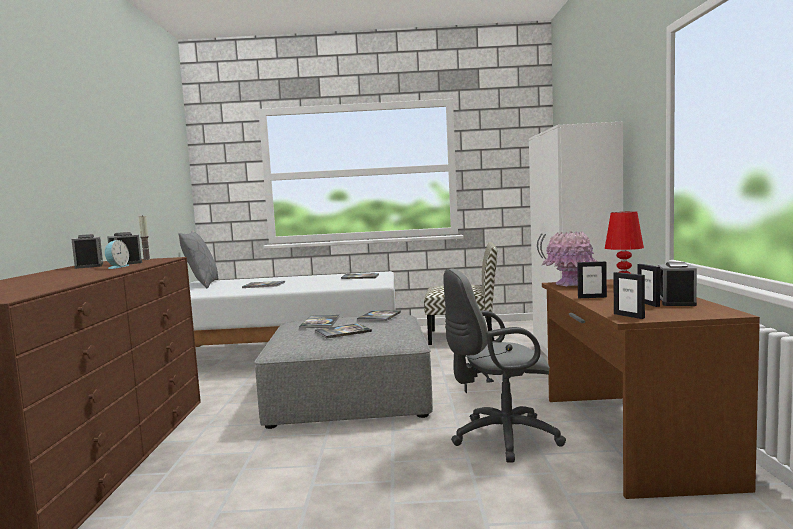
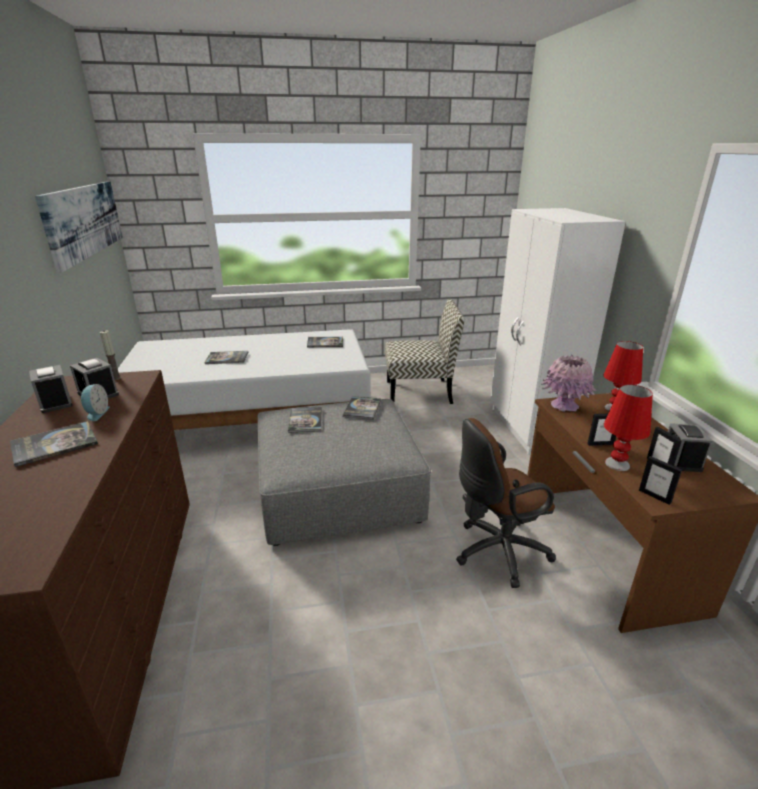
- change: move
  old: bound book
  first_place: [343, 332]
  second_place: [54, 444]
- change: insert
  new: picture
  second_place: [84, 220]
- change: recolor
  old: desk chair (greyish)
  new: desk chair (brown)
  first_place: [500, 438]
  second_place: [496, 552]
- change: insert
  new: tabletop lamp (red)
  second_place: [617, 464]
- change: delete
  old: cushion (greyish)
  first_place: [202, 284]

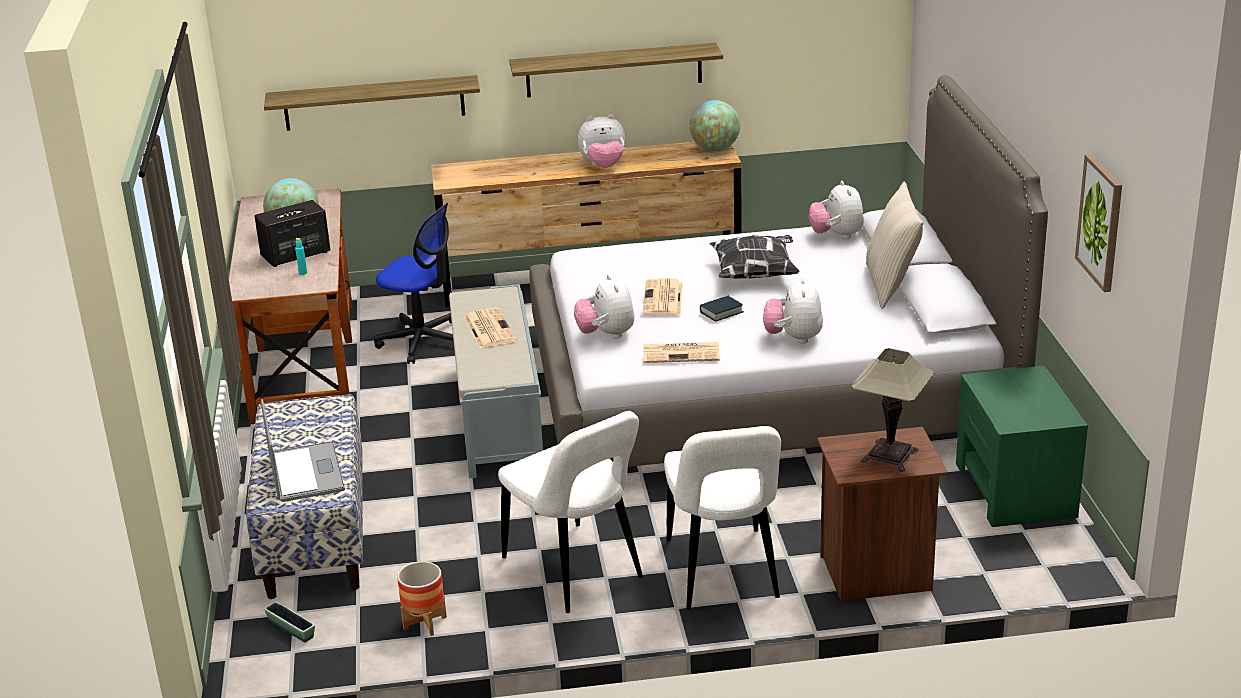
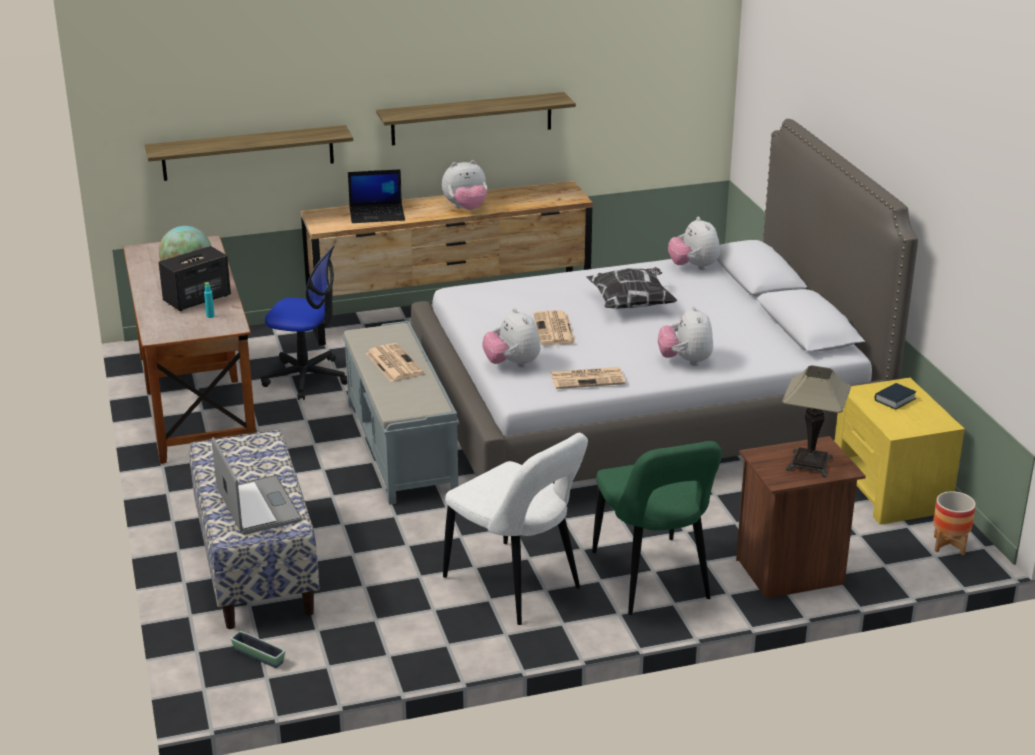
- change: insert
  new: portable computer
  second_place: [377, 214]
- change: recolor
  old: chair (whitish)
  new: chair (green-coloured)
  first_place: [723, 573]
  second_place: [653, 580]
- change: recolor
  old: night table (green-coloured)
  new: night table (yellowish)
  first_place: [1015, 490]
  second_place: [890, 490]
- change: move
  old: bound book
  first_place: [721, 312]
  second_place: [894, 400]
- change: move
  old: planter
  first_place: [425, 623]
  second_place: [949, 545]
- change: delete
  old: world globe
  first_place: [715, 149]
- change: delete
  old: cushion (beige-coloured)
  first_place: [891, 285]
- change: delete
  old: picture
  first_place: [1101, 222]

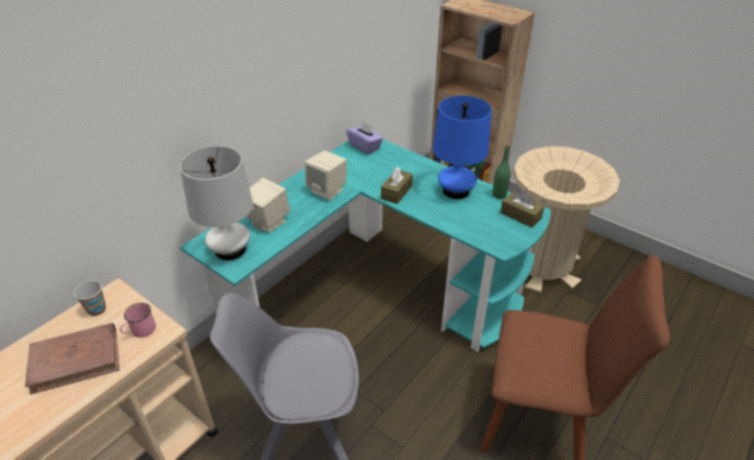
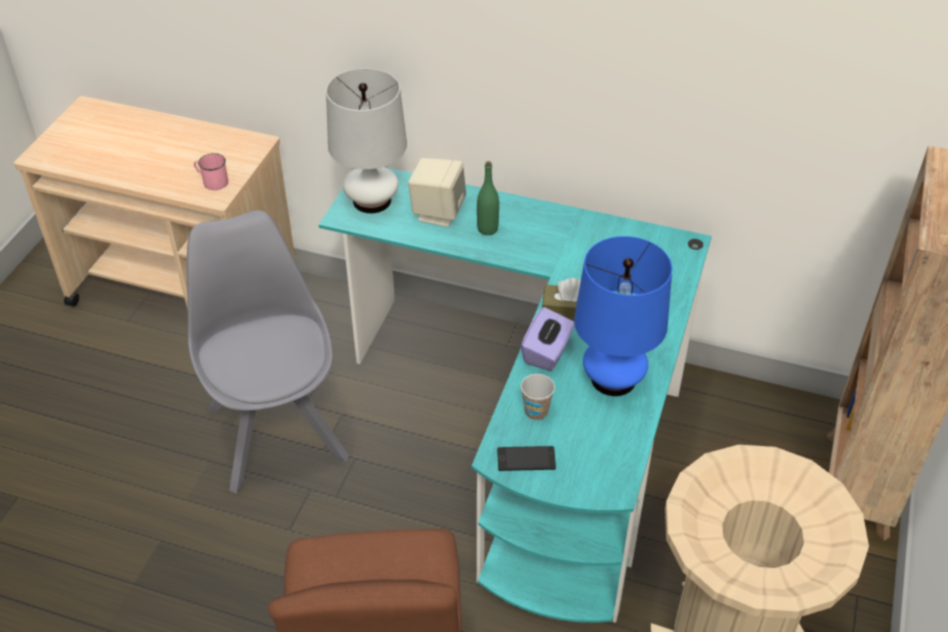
- change: move
  old: beverage bottle (green-coloured)
  first_place: [499, 195]
  second_place: [487, 229]
- change: insert
  new: telephone
  second_place: [526, 459]
- change: move
  old: box of tissues (purple-coloured)
  first_place: [365, 147]
  second_place: [547, 352]
- change: move
  old: drinking cup
  first_place: [97, 310]
  second_place: [536, 412]
- change: delete
  old: bound book (brown)
  first_place: [76, 360]
- change: delete
  old: loudspeaker (beige-coloured)
  first_place: [327, 190]
- change: delete
  old: box of tissues (brown)
  first_place: [520, 215]

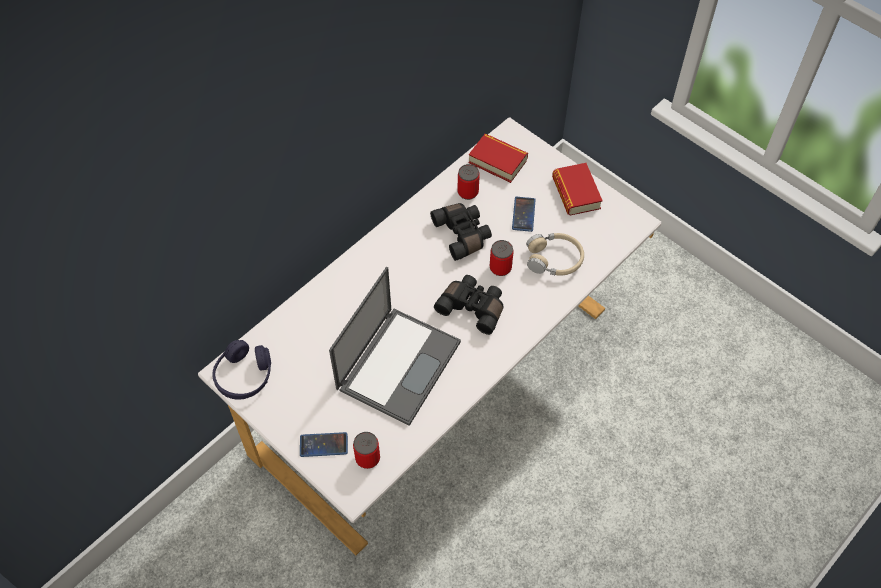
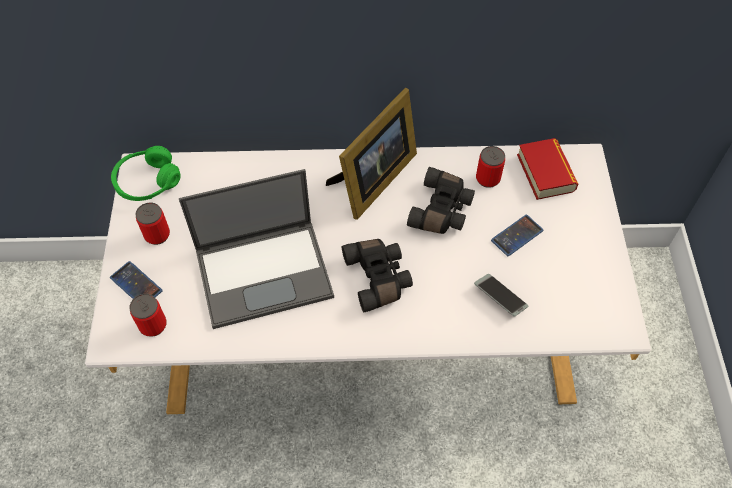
- change: recolor
  old: headphones (purple-coloured)
  new: headphones (green-coloured)
  first_place: [244, 376]
  second_place: [147, 182]
- change: move
  old: metal can
  first_place: [500, 268]
  second_place: [157, 235]
- change: insert
  new: standing frame
  second_place: [373, 181]
- change: replace
  old: headphones (beige-coloured)
  new: telephone
  first_place: [554, 259]
  second_place: [500, 297]
- change: delete
  old: bound book
  first_place: [576, 193]

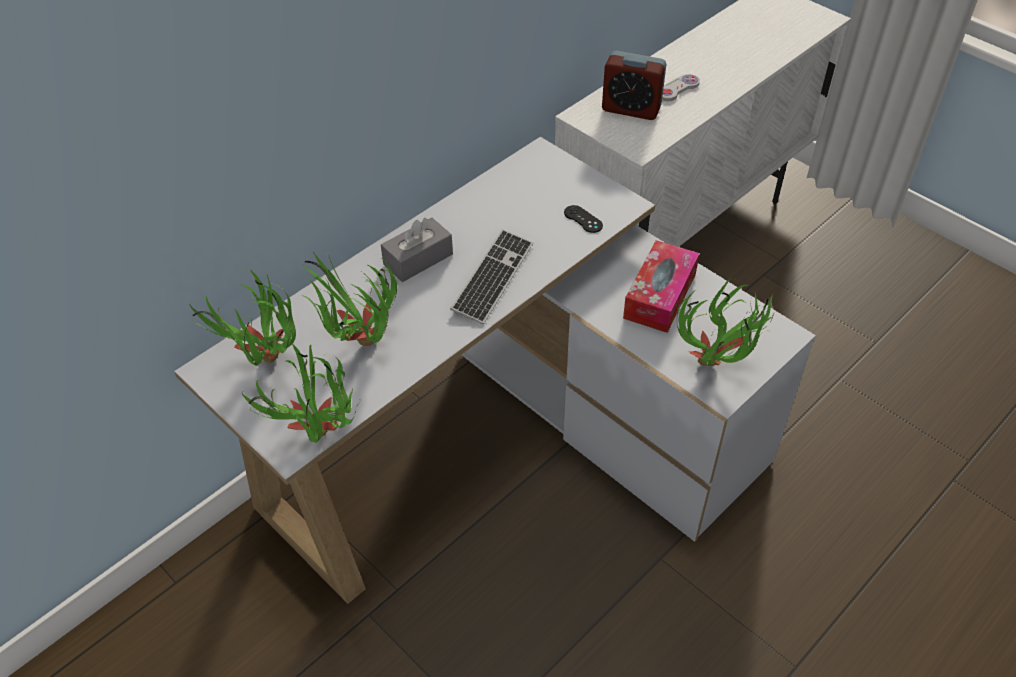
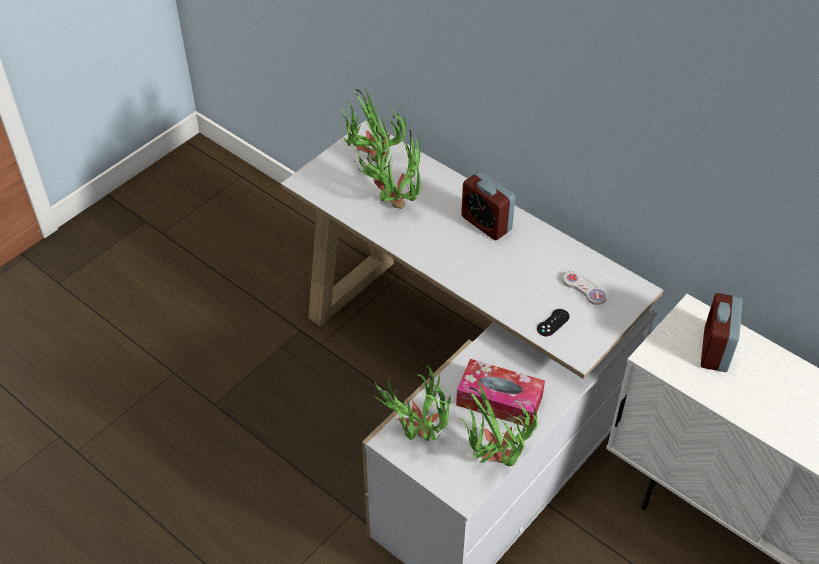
- change: move
  old: houseplant
  first_place: [320, 442]
  second_place: [492, 461]
- change: replace
  old: box of tissues (greyish)
  new: table clock
  first_place: [418, 259]
  second_place: [486, 223]
- change: move
  old: joypad (whitish)
  first_place: [677, 89]
  second_place: [584, 289]
- change: delete
  old: keyboard
  first_place: [493, 278]

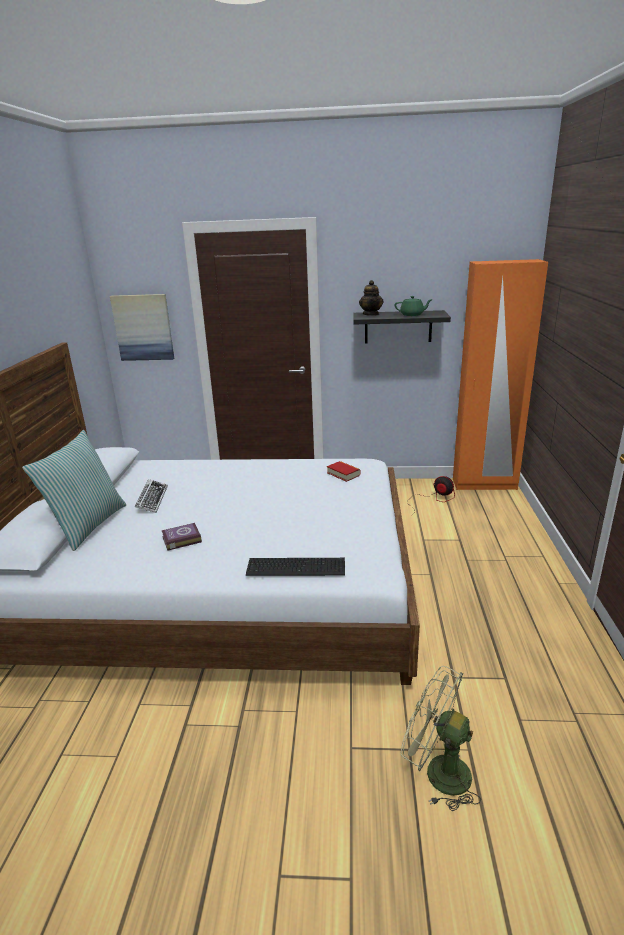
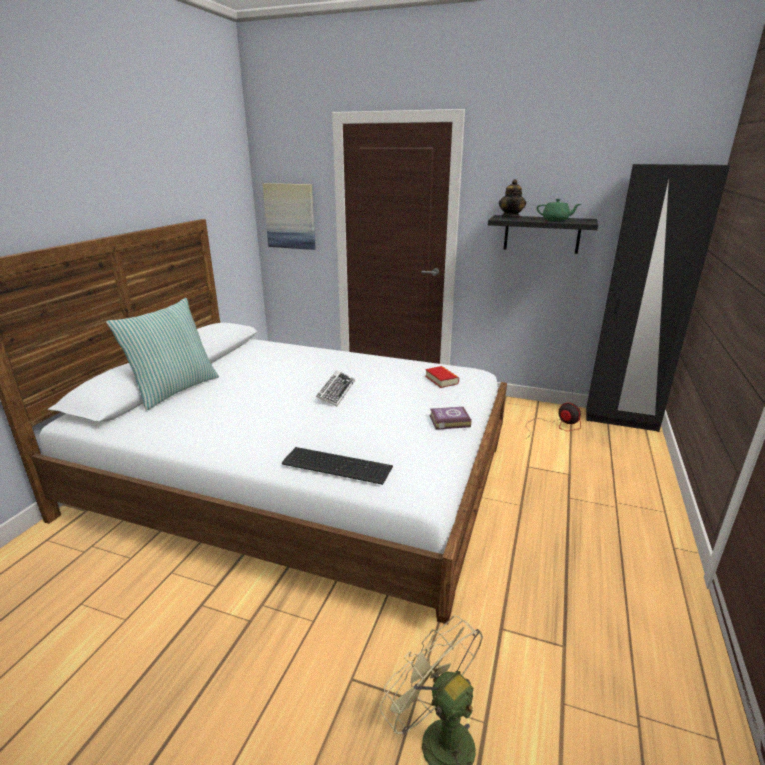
- change: move
  old: keyboard
  first_place: [152, 499]
  second_place: [336, 391]
- change: move
  old: bound book
  first_place: [180, 539]
  second_place: [448, 421]
- change: recolor
  old: armoire (orangey)
  new: armoire (blackish)
  first_place: [484, 484]
  second_place: [621, 420]

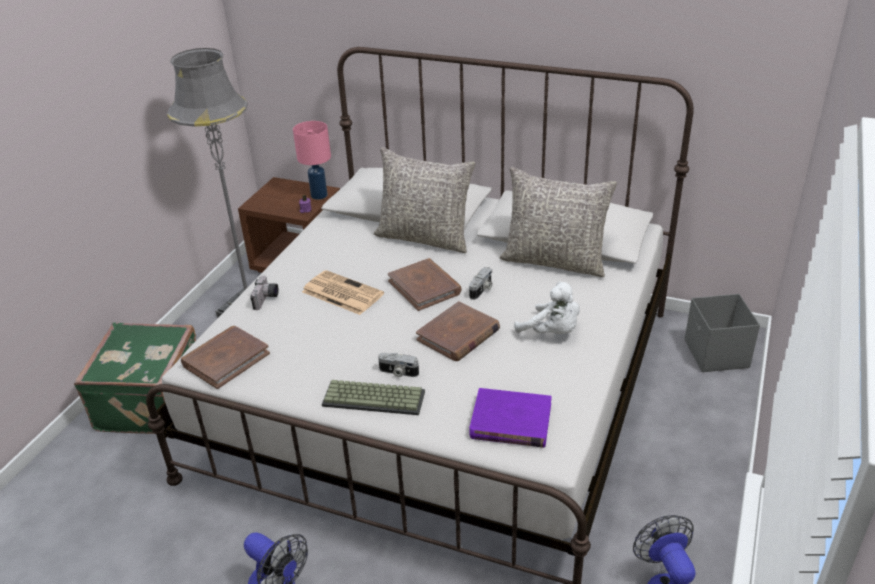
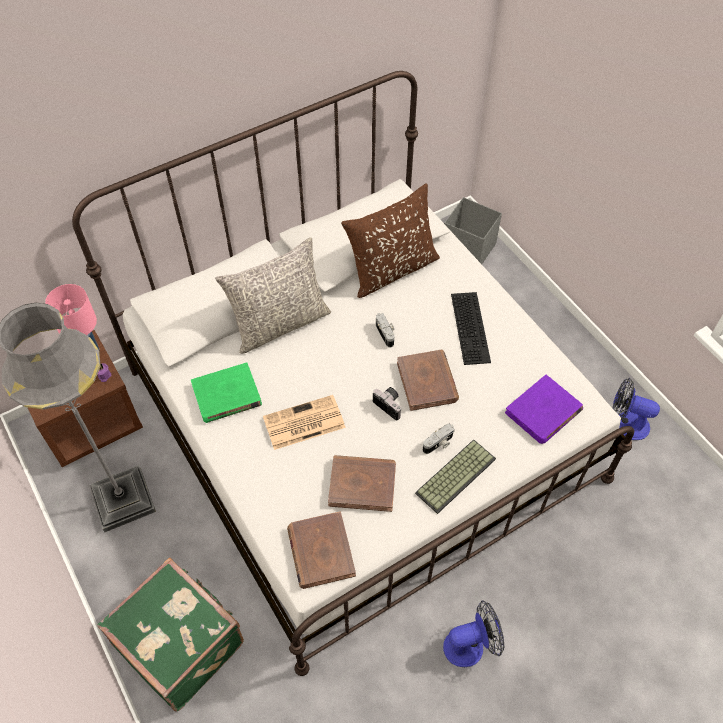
- change: insert
  new: bound book (green-coloured)
  second_place: [227, 395]
- change: move
  old: bound book (brown)
  first_place: [425, 287]
  second_place: [362, 484]
- change: recolor
  old: cushion (greyish)
  new: cushion (brown)
  first_place: [554, 261]
  second_place: [392, 269]
- change: move
  old: still camera
  first_place: [266, 299]
  second_place: [390, 405]
- change: replace
  old: cuddly toy (whitish)
  new: keyboard
  first_place: [551, 332]
  second_place: [472, 328]

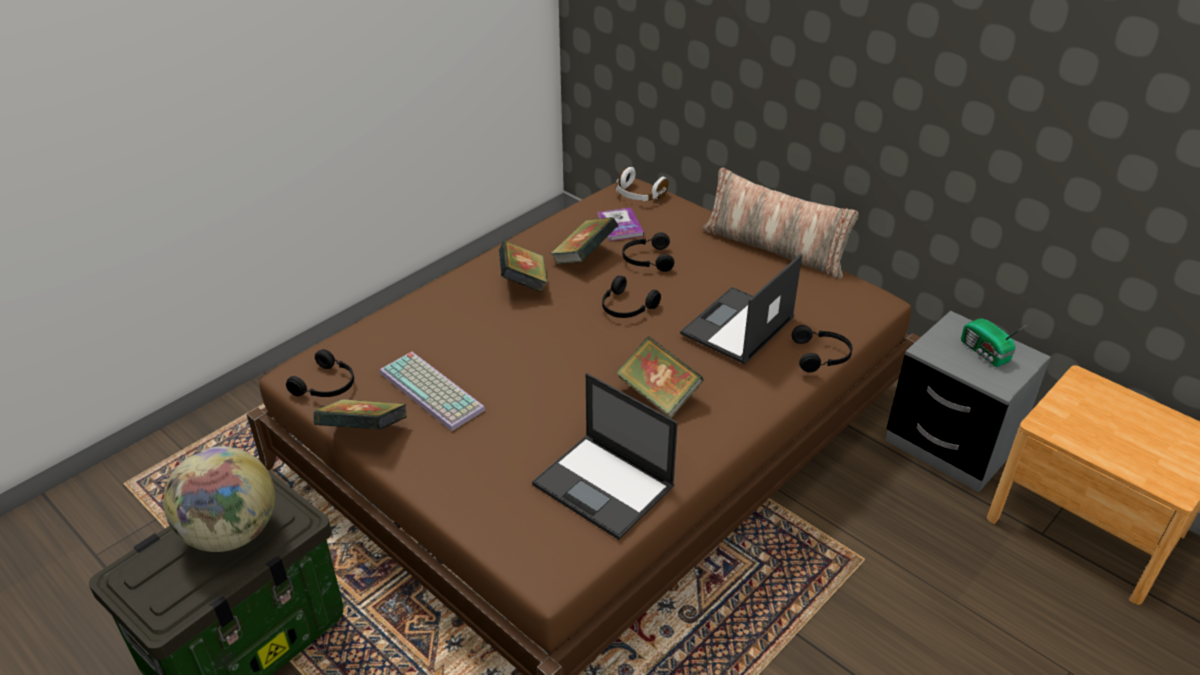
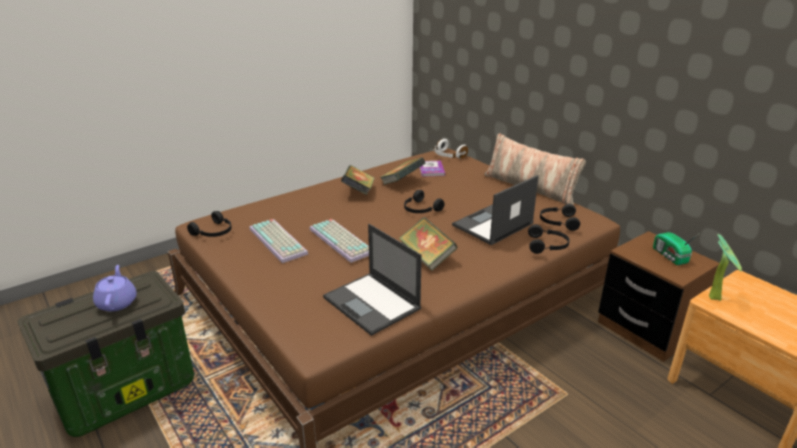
- change: replace
  old: world globe
  new: tea pot (purple-coloured)
  first_place: [231, 533]
  second_place: [117, 302]
- change: insert
  new: keyboard
  second_place: [343, 241]
- change: move
  old: headphones (blackish)
  first_place: [647, 260]
  second_place: [558, 222]
- change: recolor
  old: night table (greyish)
  new: night table (brown)
  first_place: [950, 445]
  second_place: [646, 330]
- change: insert
  new: houseplant
  second_place: [716, 297]
- change: delete
  old: bound book
  first_place: [364, 432]

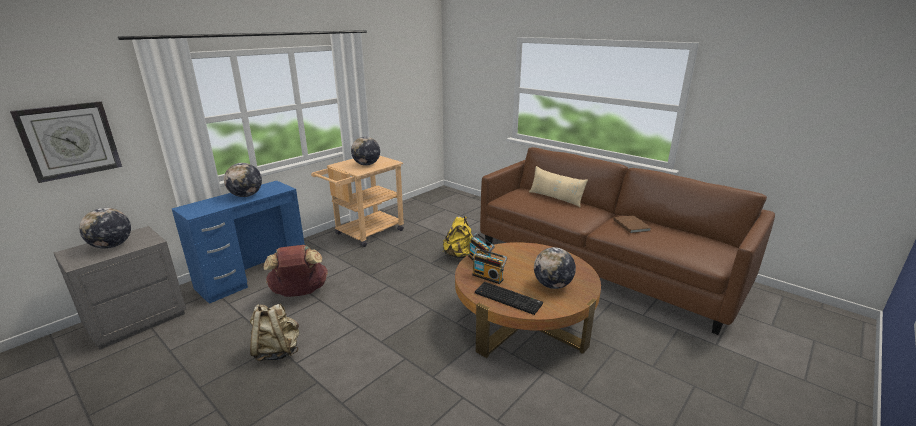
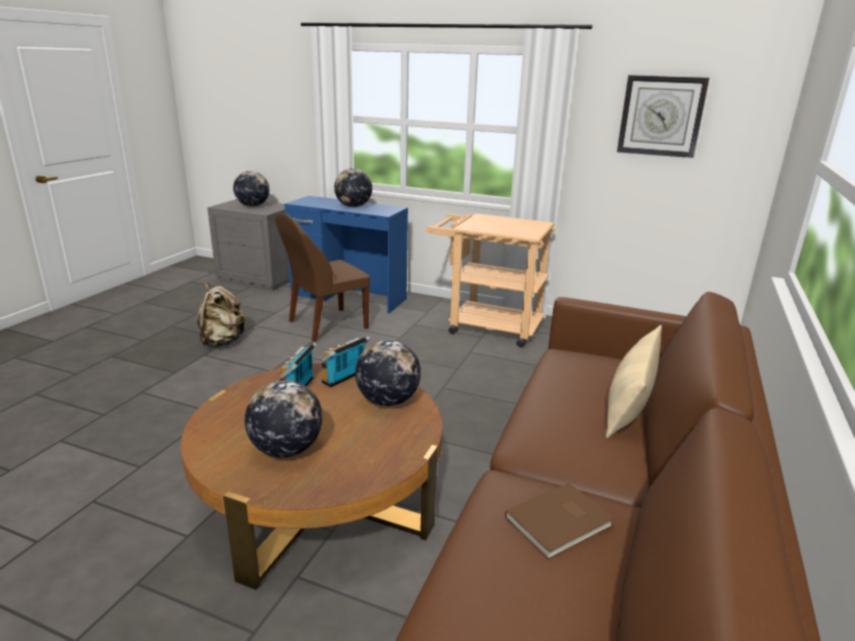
- change: replace
  old: rucksack (brown)
  new: chair (brown)
  first_place: [299, 293]
  second_place: [326, 325]
- change: move
  old: world globe
  first_place: [366, 164]
  second_place: [388, 401]
- change: move
  old: wall clock
  first_place: [70, 140]
  second_place: [661, 116]
- change: delete
  old: rucksack (yellowish)
  first_place: [459, 256]
- change: delete
  old: keyboard
  first_place: [509, 298]

